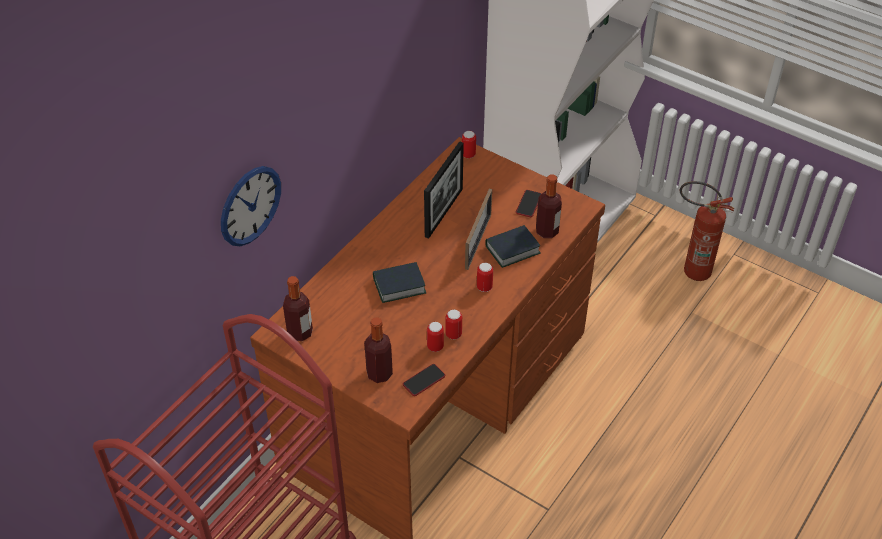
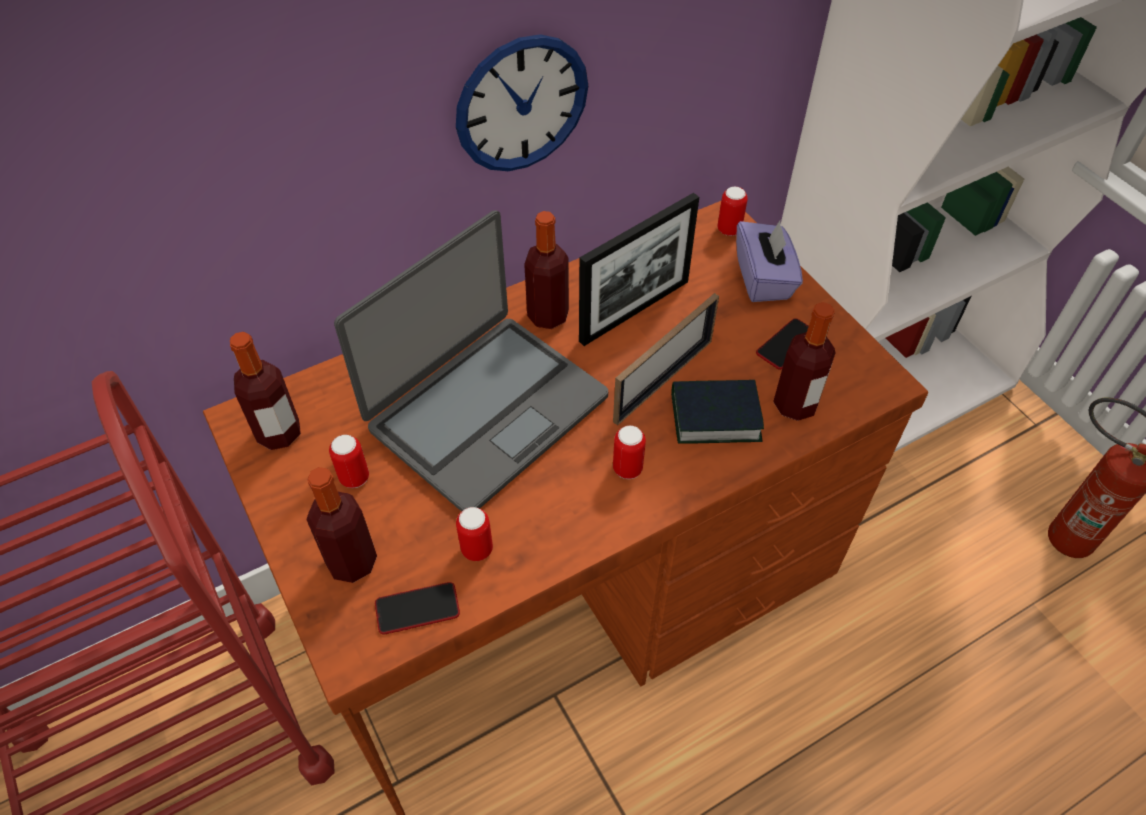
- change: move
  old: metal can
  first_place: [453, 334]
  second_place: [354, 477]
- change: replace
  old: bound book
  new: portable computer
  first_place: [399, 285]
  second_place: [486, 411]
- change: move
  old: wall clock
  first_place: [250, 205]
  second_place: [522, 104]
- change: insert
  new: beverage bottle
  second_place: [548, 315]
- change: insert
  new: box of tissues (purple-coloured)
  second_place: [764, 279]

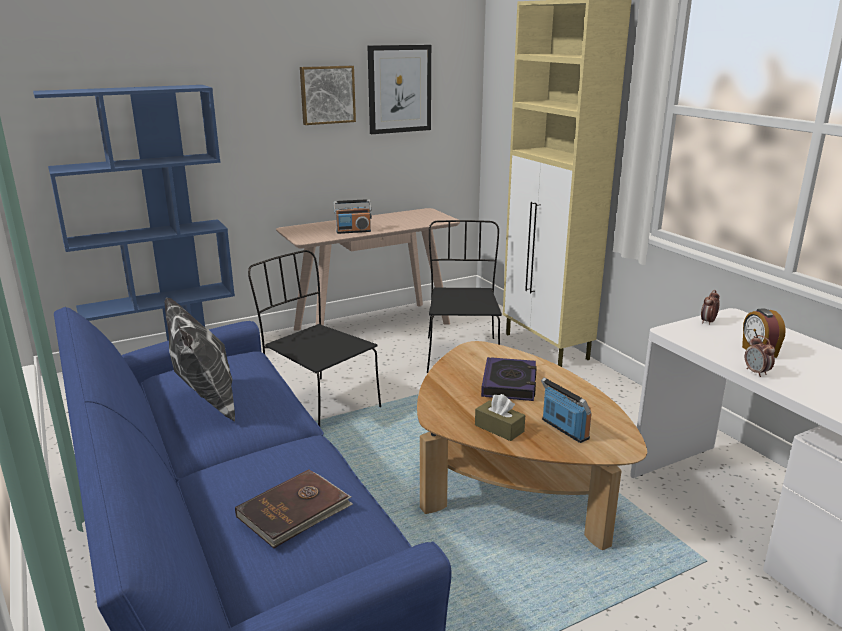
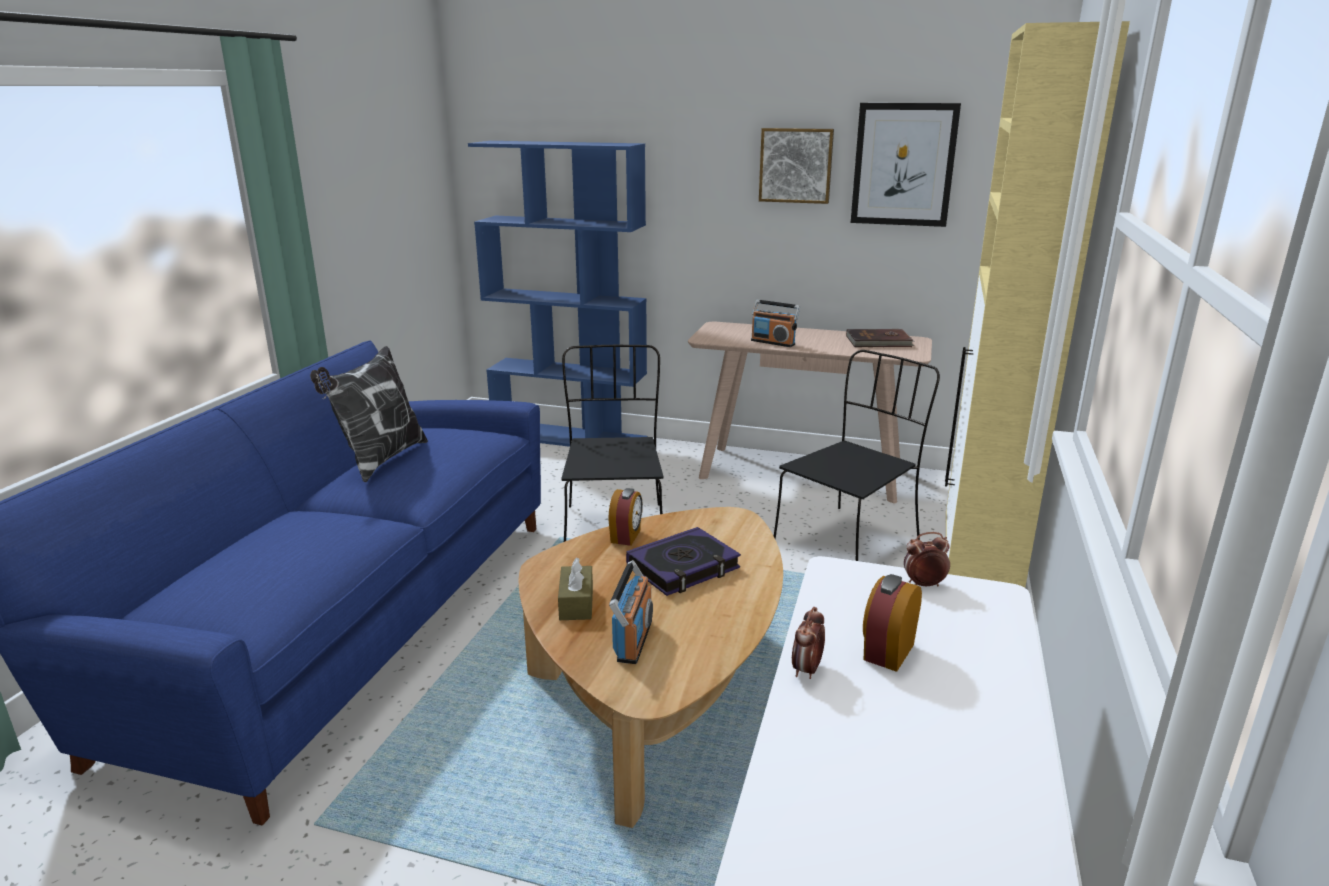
- change: insert
  new: table clock
  second_place: [626, 536]
- change: move
  old: bound book (brown)
  first_place: [295, 511]
  second_place: [879, 342]

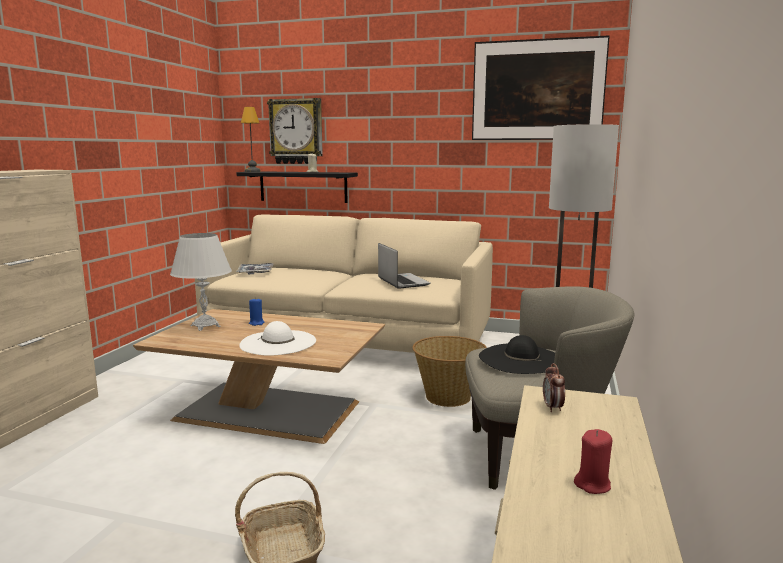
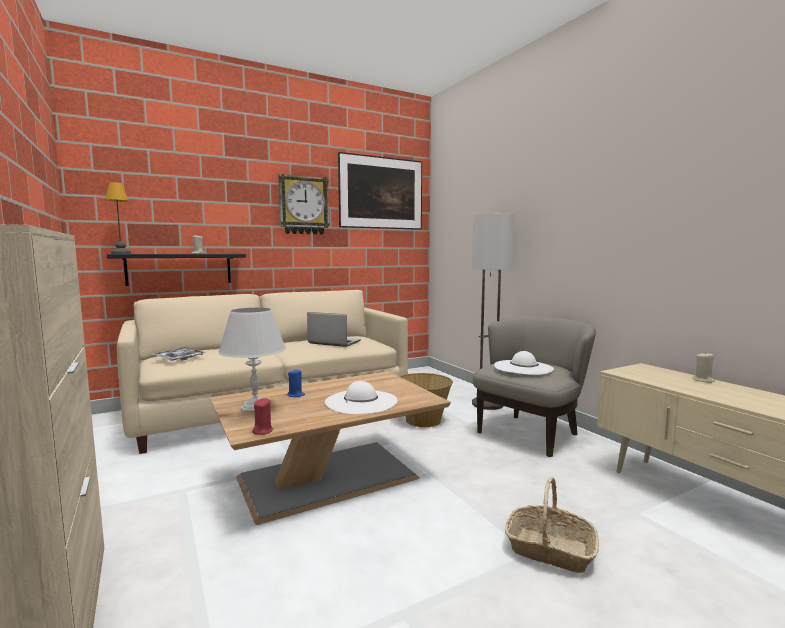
- change: move
  old: wax light (red)
  first_place: [592, 485]
  second_place: [263, 431]
- change: move
  old: wall clock
  first_place: [296, 131]
  second_place: [303, 205]
- change: recolor
  old: clothing hat (blackish)
  new: clothing hat (whitish)
  first_place: [521, 359]
  second_place: [523, 367]
- change: insert
  new: wax light (beige-coloured)
  second_place: [703, 380]
- change: delete
  old: table clock
  first_place: [552, 408]

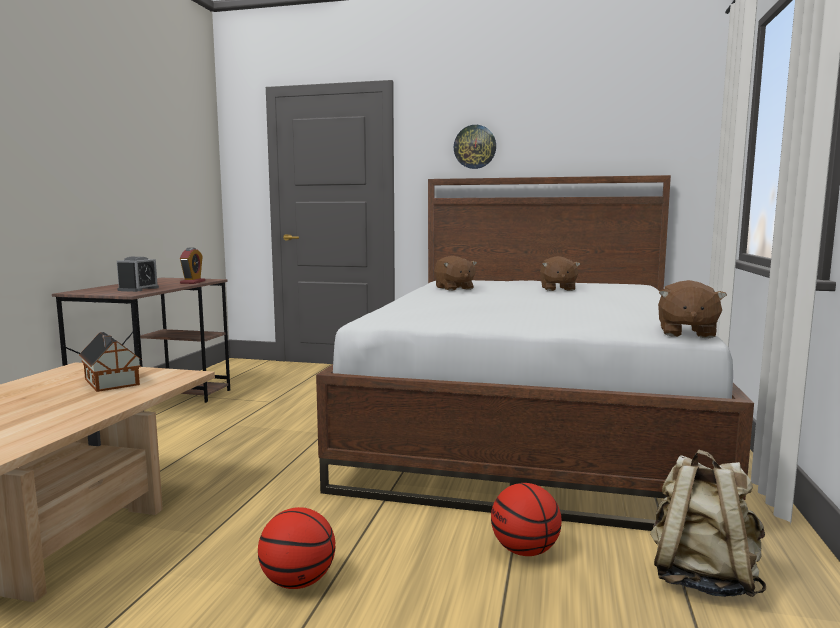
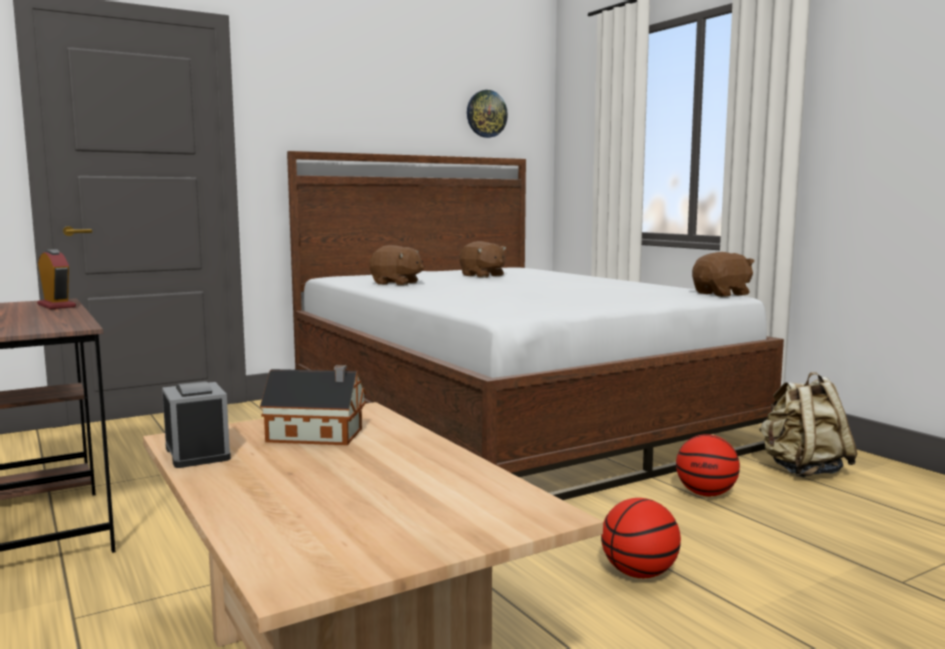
- change: move
  old: table clock
  first_place: [138, 289]
  second_place: [197, 453]
- change: move
  old: wall clock
  first_place: [475, 147]
  second_place: [486, 114]
- change: rotate
  old: cuddly toy (brown)
  first_place: [686, 333]
  second_place: [722, 294]
  degrees: -90

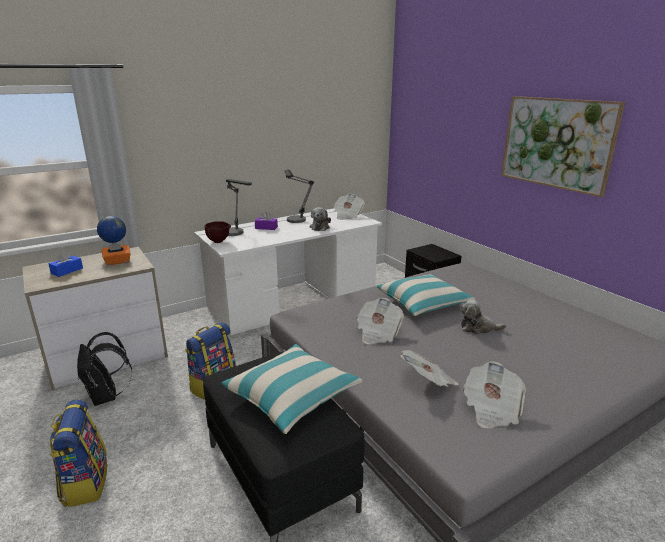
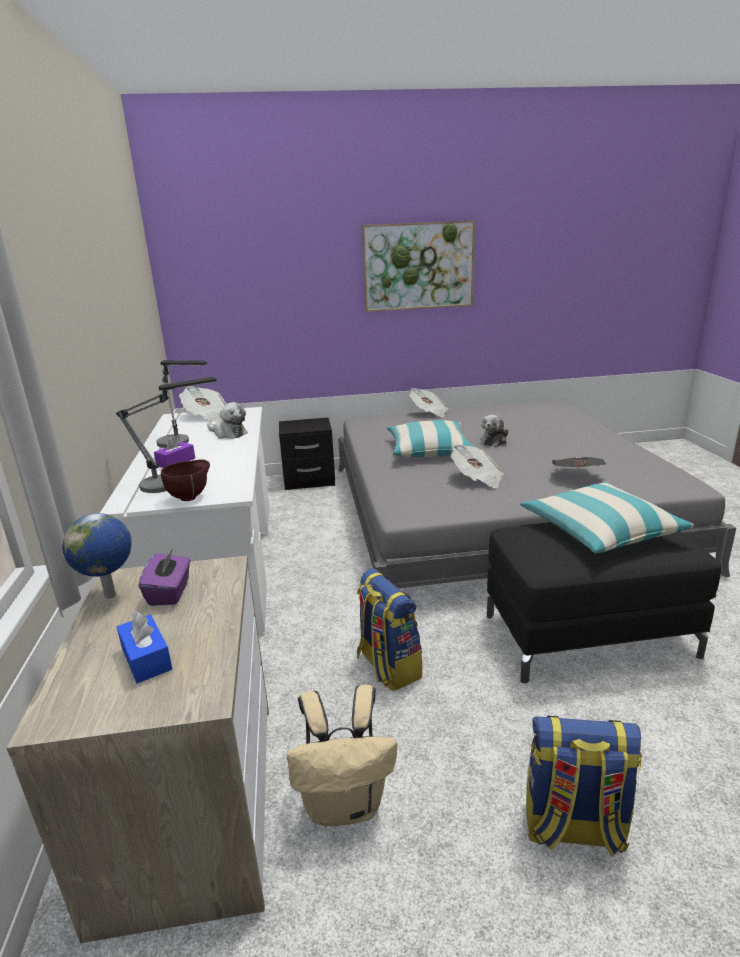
- change: recolor
  old: box of tissues (orangey)
  new: box of tissues (purple-coloured)
  first_place: [117, 262]
  second_place: [170, 592]
- change: recolor
  old: rucksack (blackish)
  new: rucksack (beige-coloured)
  first_place: [106, 397]
  second_place: [345, 803]
- change: move
  old: daily paper
  first_place: [491, 409]
  second_place: [429, 412]

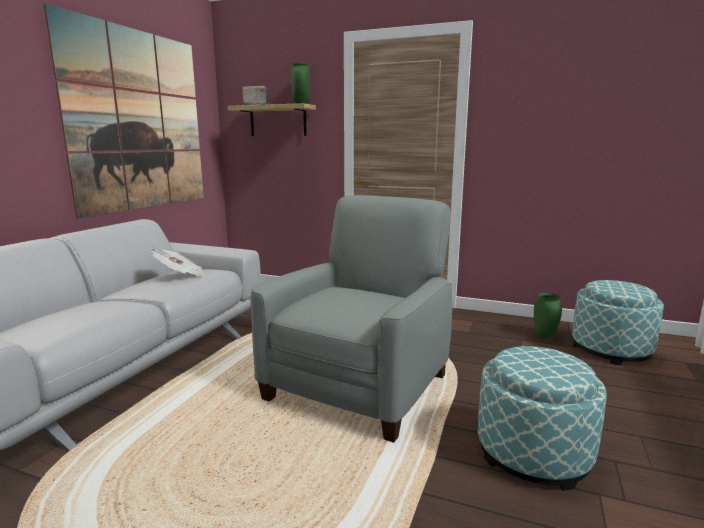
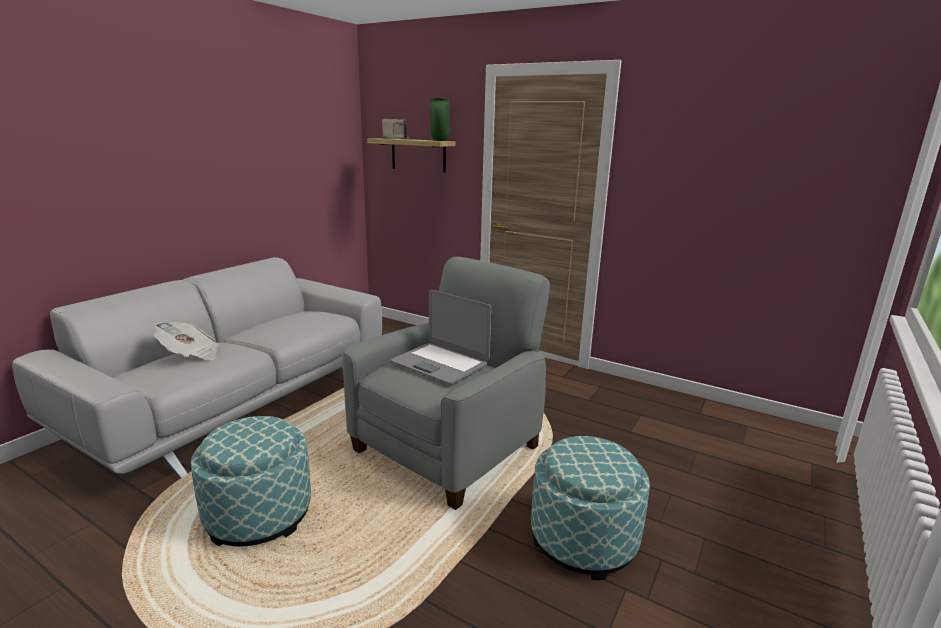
- change: move
  old: daily paper
  first_place: [180, 275]
  second_place: [191, 355]
- change: move
  old: pouffe
  first_place: [611, 350]
  second_place: [259, 515]
- change: insert
  new: portable computer
  second_place: [440, 364]
- change: delete
  old: picture
  first_place: [139, 121]
- change: delete
  old: vase (green-coloured)
  first_place: [543, 336]

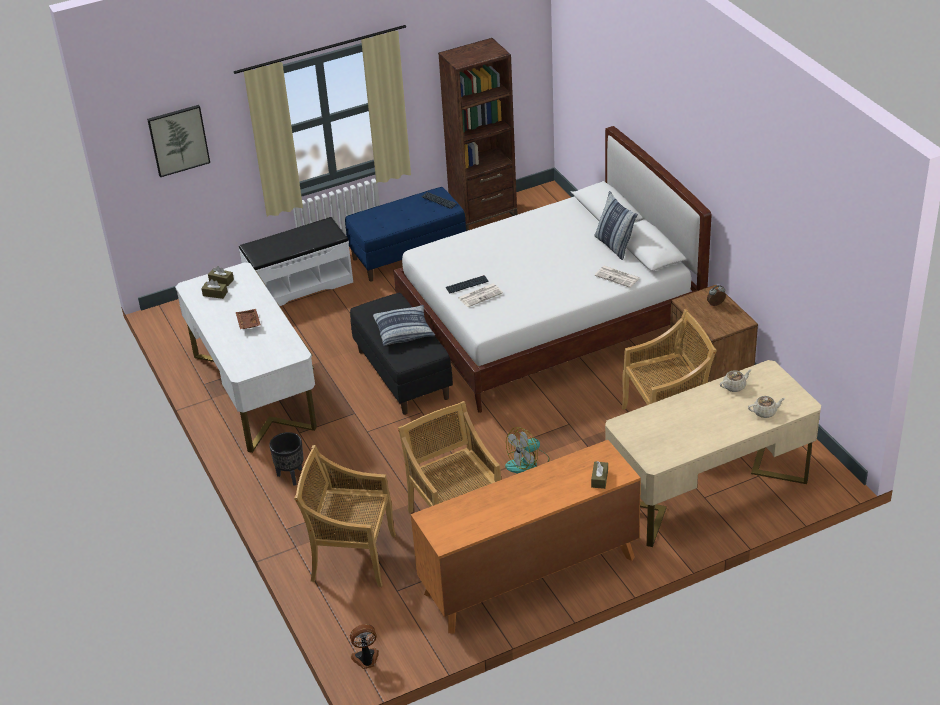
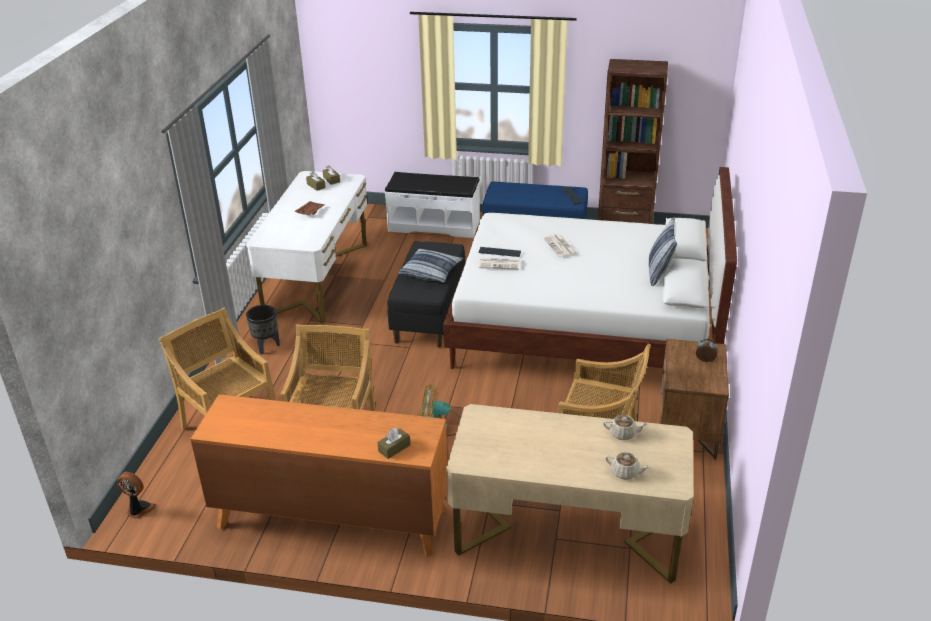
- change: move
  old: daily paper
  first_place: [618, 277]
  second_place: [560, 246]
- change: delete
  old: picture
  first_place: [178, 140]

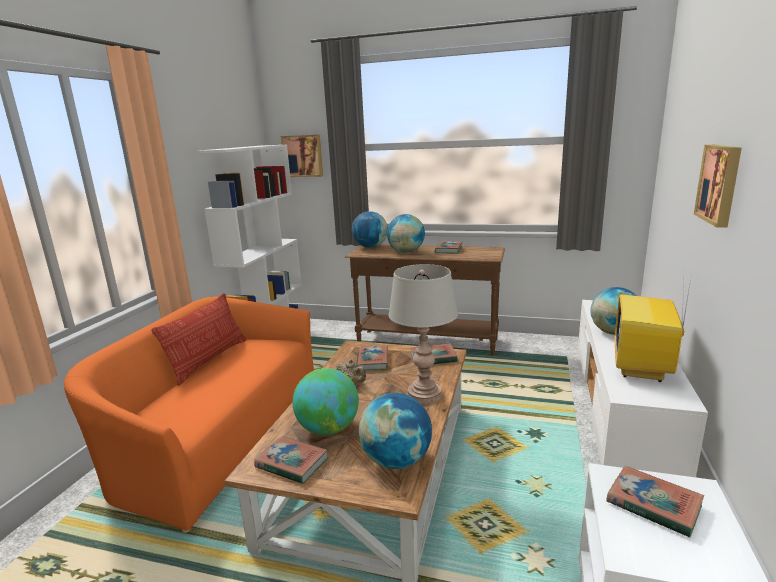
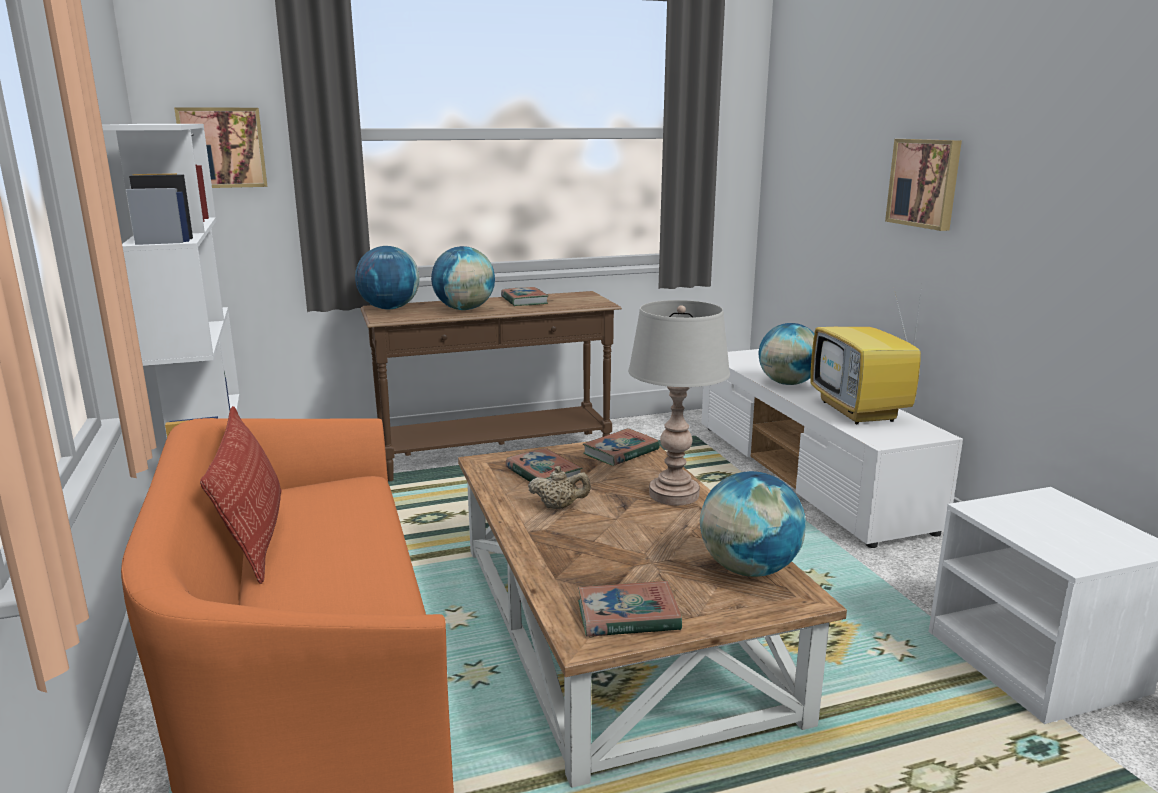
- change: delete
  old: world globe
  first_place: [328, 429]
- change: delete
  old: bound book
  first_place: [653, 504]

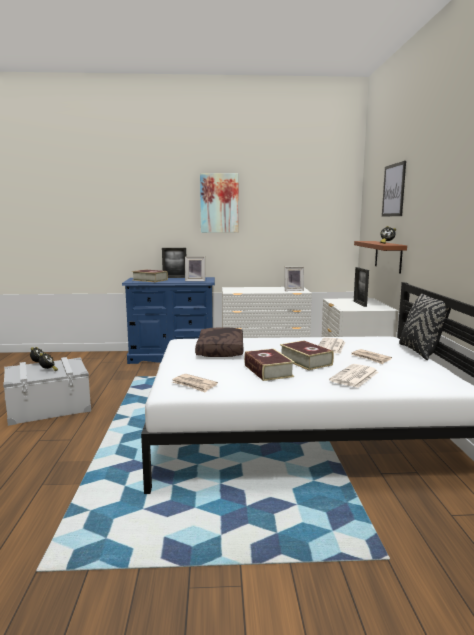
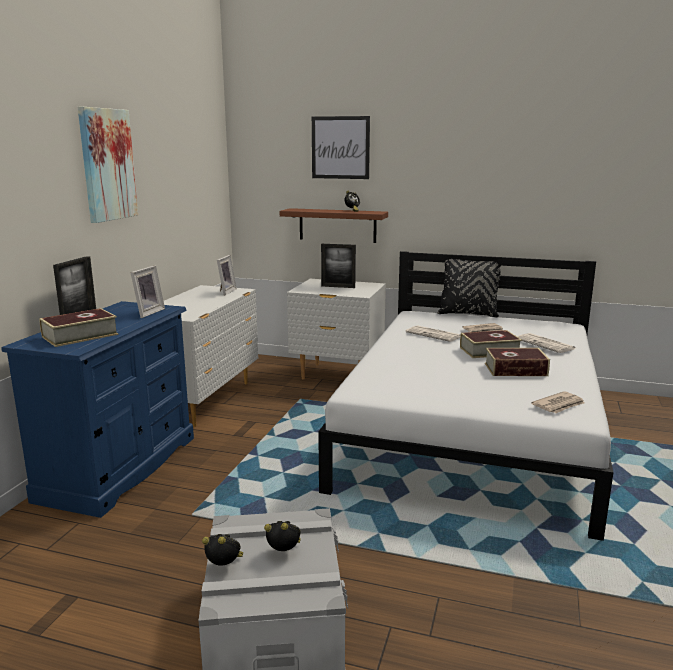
- change: delete
  old: cushion (brown)
  first_place: [221, 350]

